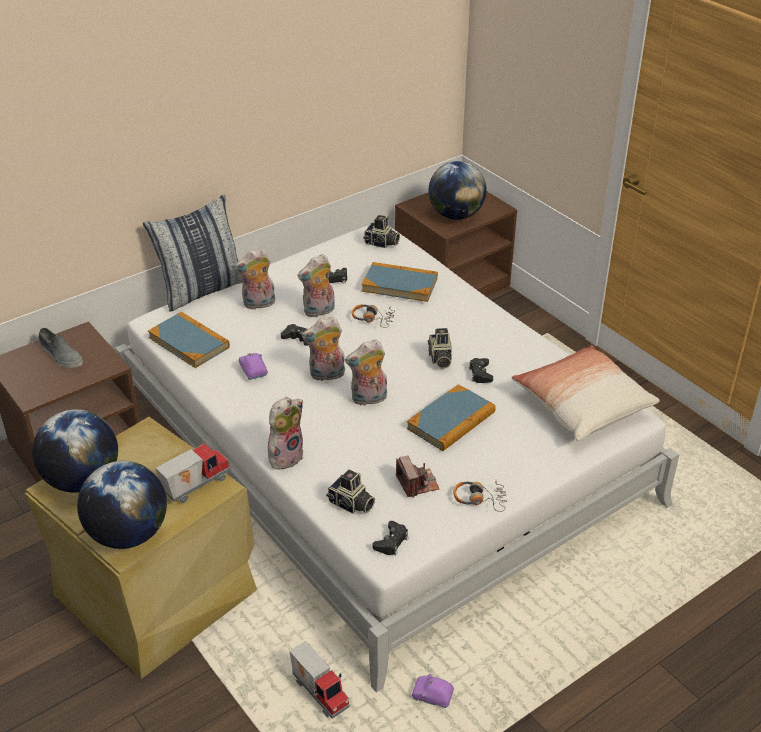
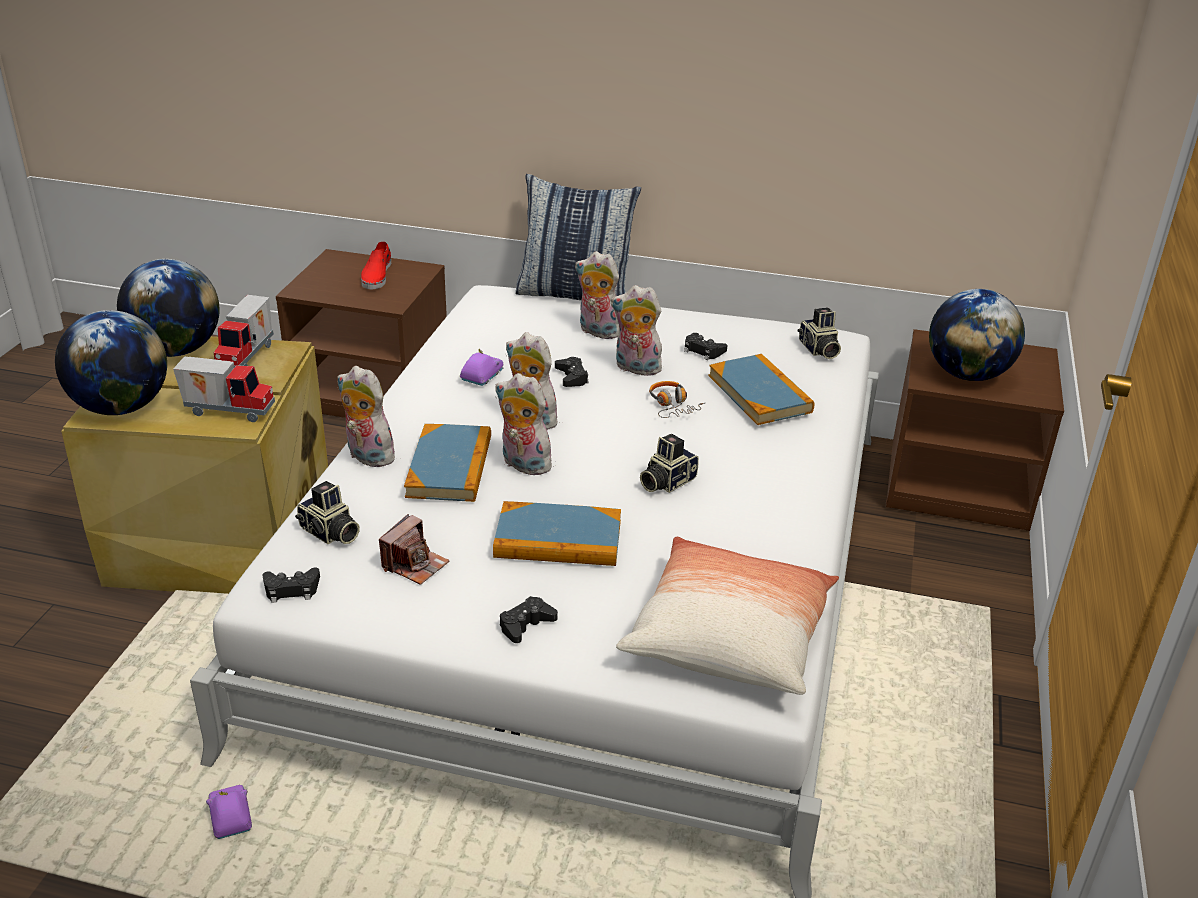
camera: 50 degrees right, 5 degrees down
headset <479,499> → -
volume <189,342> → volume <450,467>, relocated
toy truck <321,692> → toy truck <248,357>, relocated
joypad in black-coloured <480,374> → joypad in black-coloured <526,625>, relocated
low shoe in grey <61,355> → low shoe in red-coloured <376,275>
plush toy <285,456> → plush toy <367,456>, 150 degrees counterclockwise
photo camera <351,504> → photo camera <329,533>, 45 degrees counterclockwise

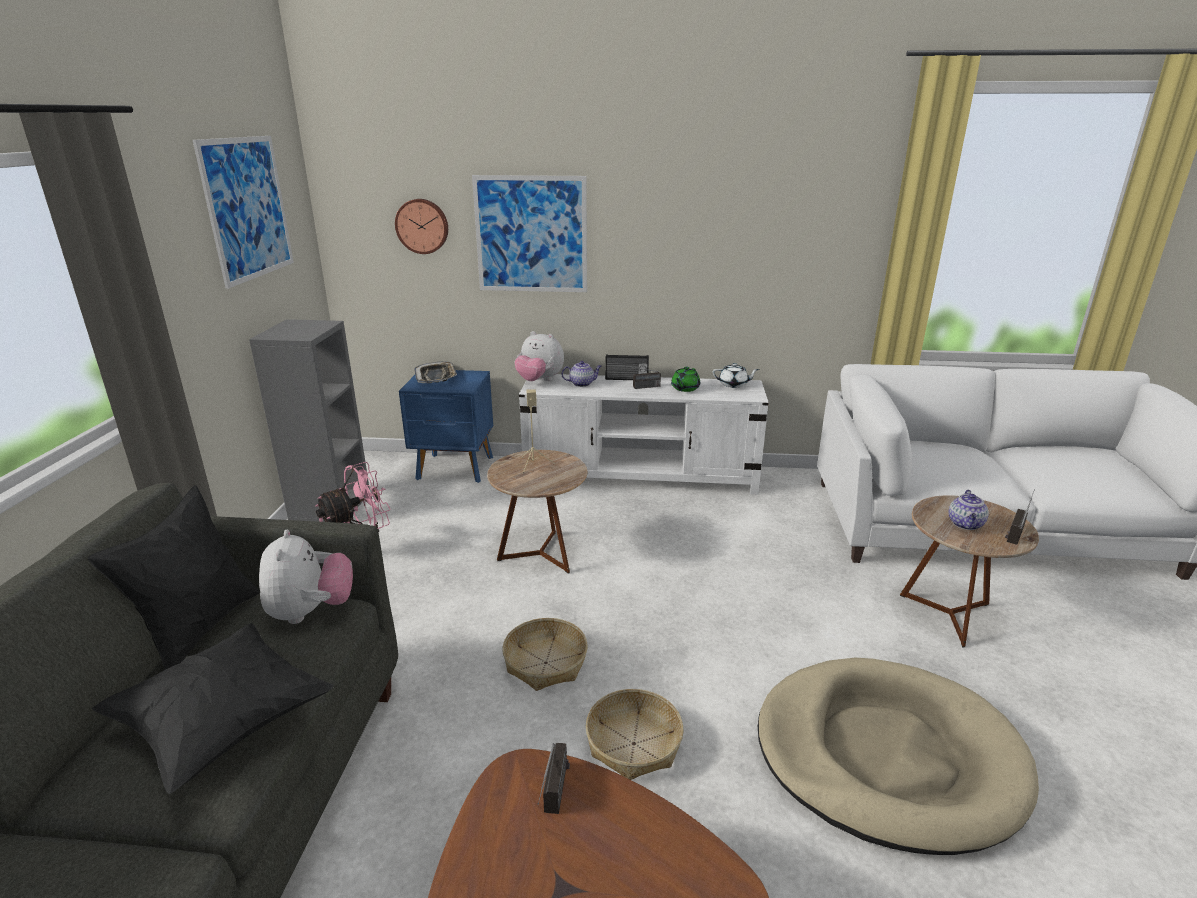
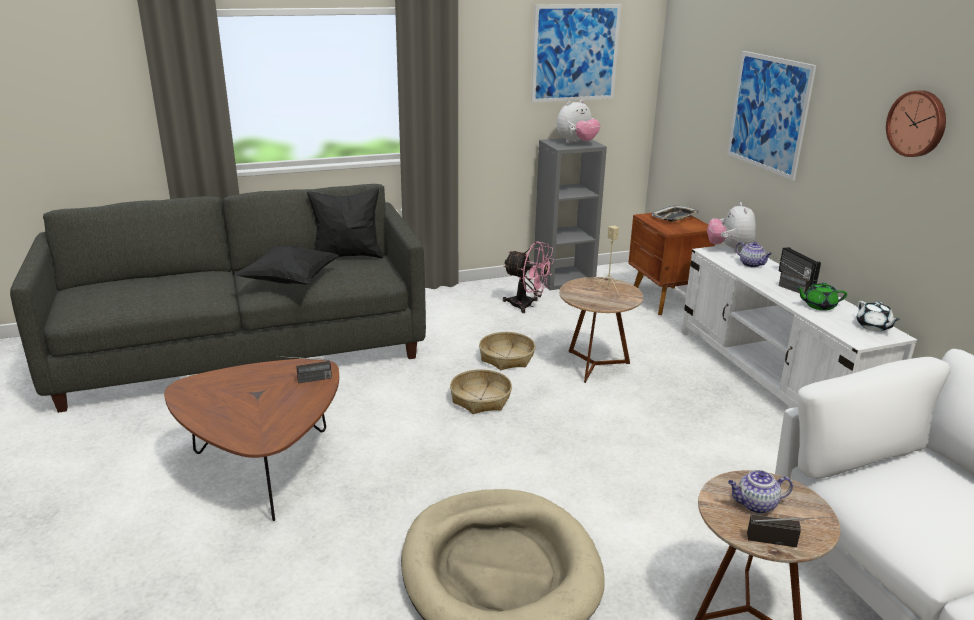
camera: 65 degrees right, 0 degrees up
plush toy <311,612> → plush toy <576,143>, relocated
hanging clock <422,226> → hanging clock <918,123>, relocated
storage basket <634,743> → storage basket <507,358>, relocated
night table in bluish <456,468> → night table in brown <665,301>

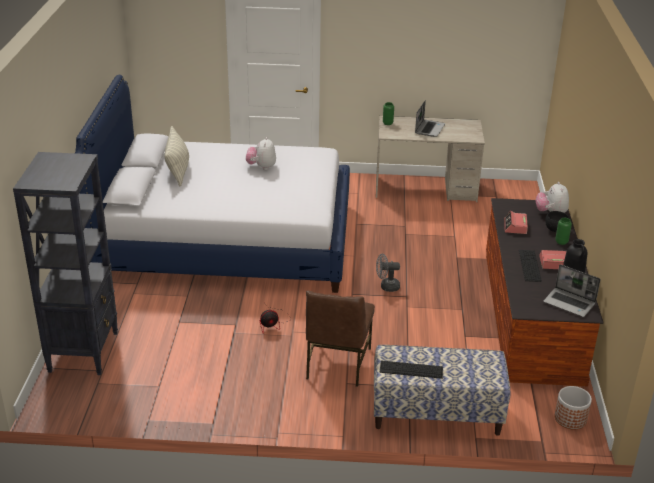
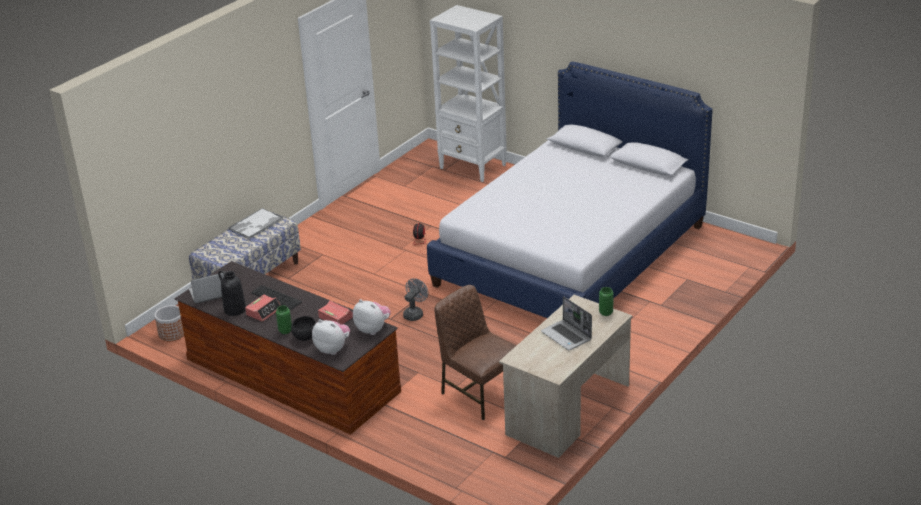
camera: 125 degrees right, 0 degrees up
cushion <178,170> → -
plush toy <261,167> → plush toy <373,329>, relocated
plain chair in brown <337,364> → plain chair in brown <479,393>, relocated
PC keyboard <411,369> → carrying tray <255,224>
bookcase in black-coloured <84,351> → bookcase in white <473,167>

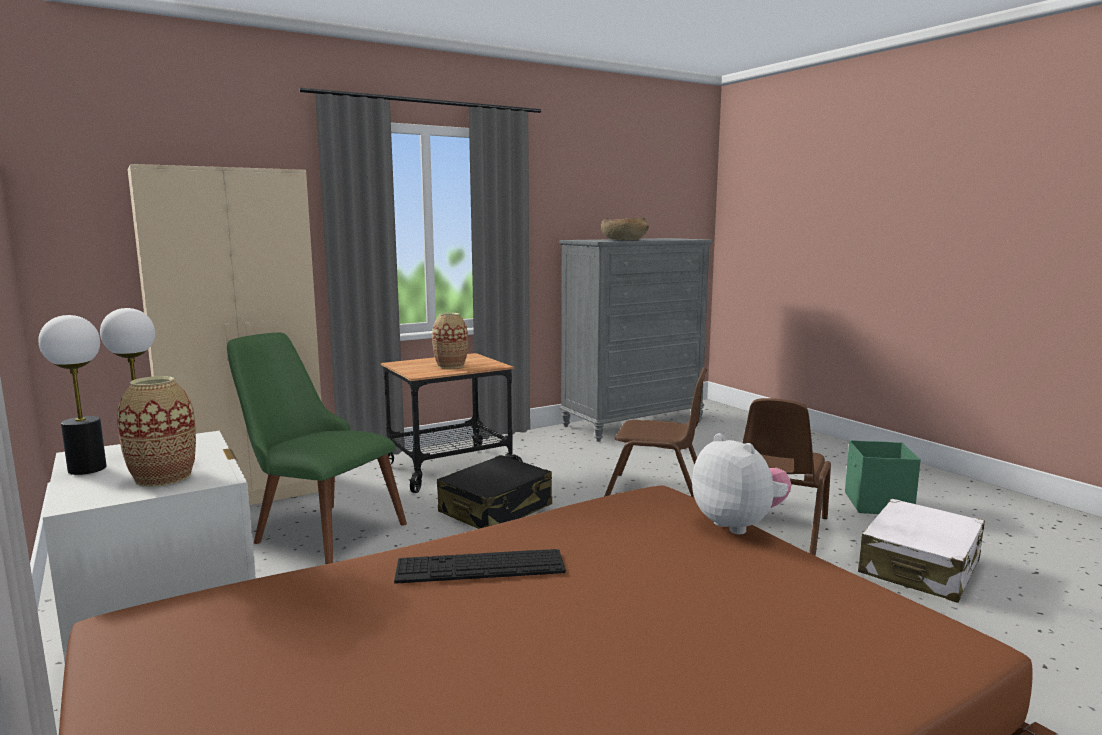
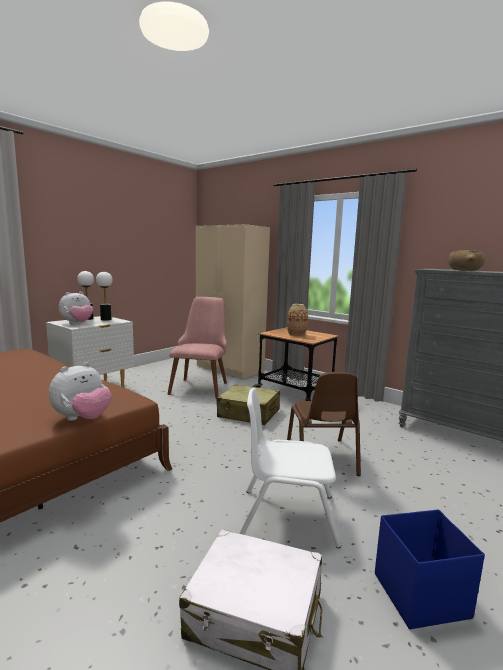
camera: 70 degrees right, 0 degrees up
PC keyboard <480,566> → -
flower vase <163,477> → plush toy <77,323>
plain chair in green-coloured <317,530> → plain chair in pink-coloured <201,385>
piece of luggage in black-coloured <496,509> → piece of luggage in beige <249,414>
plain chair in brown <775,530> → plain chair in white <288,515>
storage box in green-coloured <877,504> → storage box in bluish <419,595>

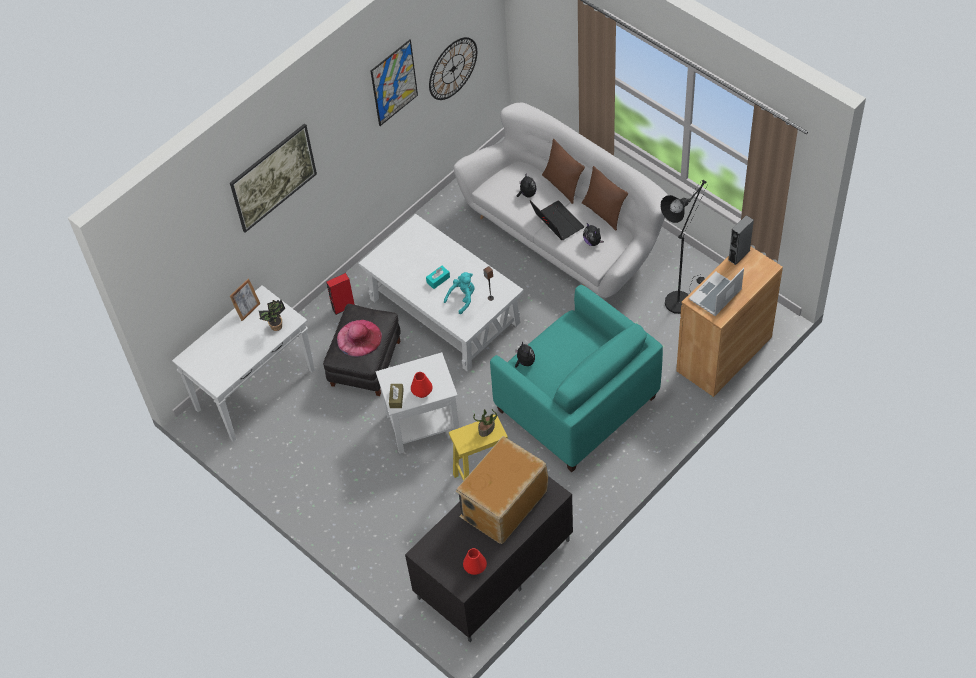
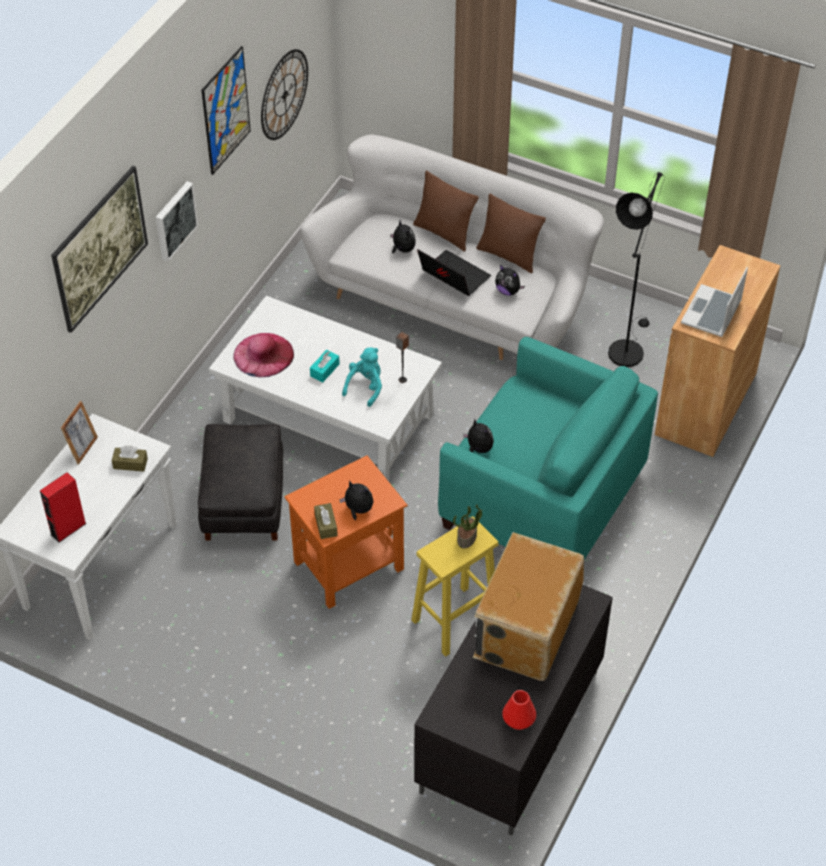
camera: 20 degrees left, 5 degrees down
speaker in grey <739,255> → -
- → wall art <174,220>
speaker in red-coloured <343,307> → speaker in red-coloured <68,529>, relocated
hat in pink-coloured <359,338> → hat in pink-coloured <263,355>, relocated
potted plant <276,327> → box of tissues in brown <130,463>
flower vase in red-coloured <422,392> → plush toy <358,510>
end table in white <422,425> → end table in orange-coloured <347,566>

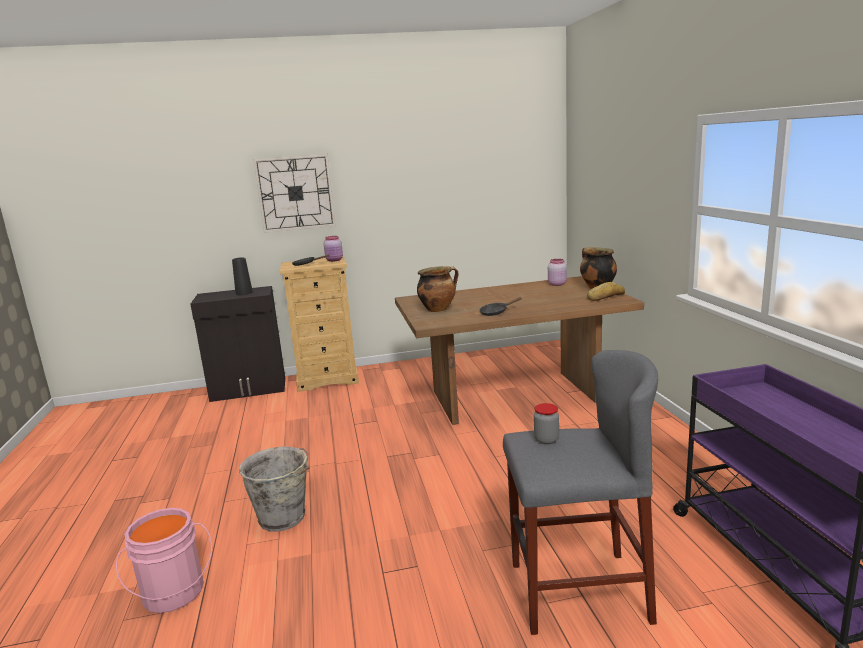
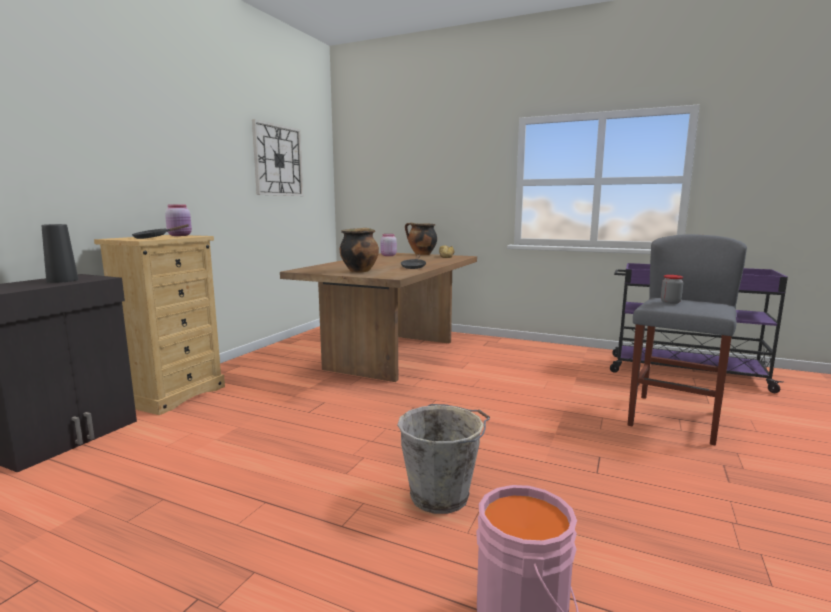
camera: 55 degrees left, 5 degrees down
hanging clock <295,193> → hanging clock <278,160>, relocated

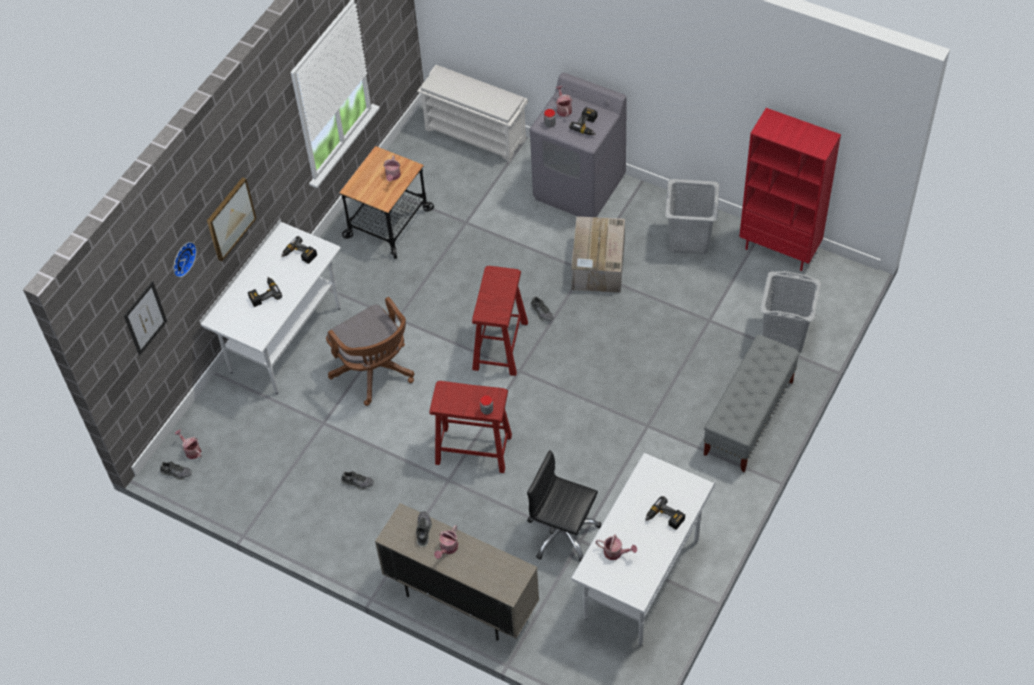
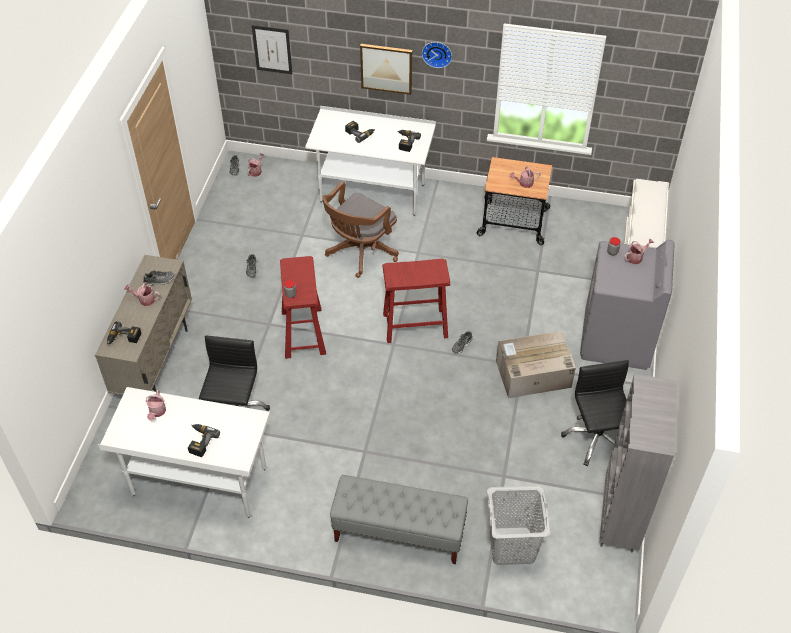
camera: 70 degrees right, 5 degrees down
hanging clock <182,258> → hanging clock <437,53>, relocated
electric drill <587,126> → electric drill <124,339>, relocated
washing basket in grey <689,239> → desk chair in black-coloured <596,439>
bookcase in red-coloured <780,249> → bookcase in grey <619,521>

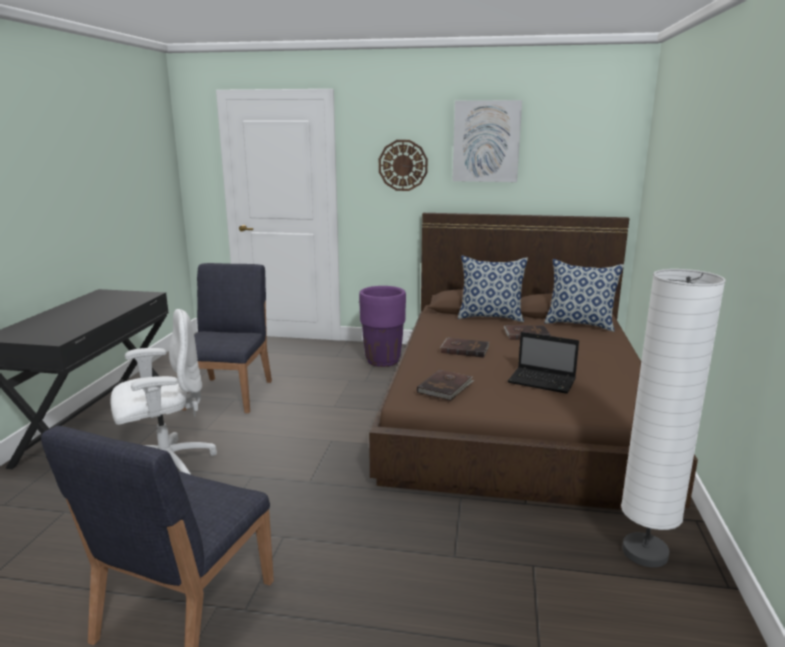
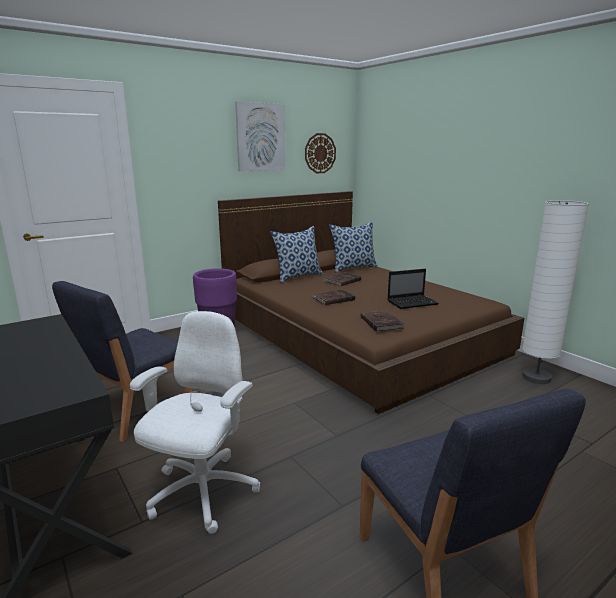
camera: 45 degrees left, 0 degrees up
hanging clock <403,165> → hanging clock <320,153>, relocated
plain chair in bluish <230,394> → plain chair in bluish <135,410>, 105 degrees counterclockwise

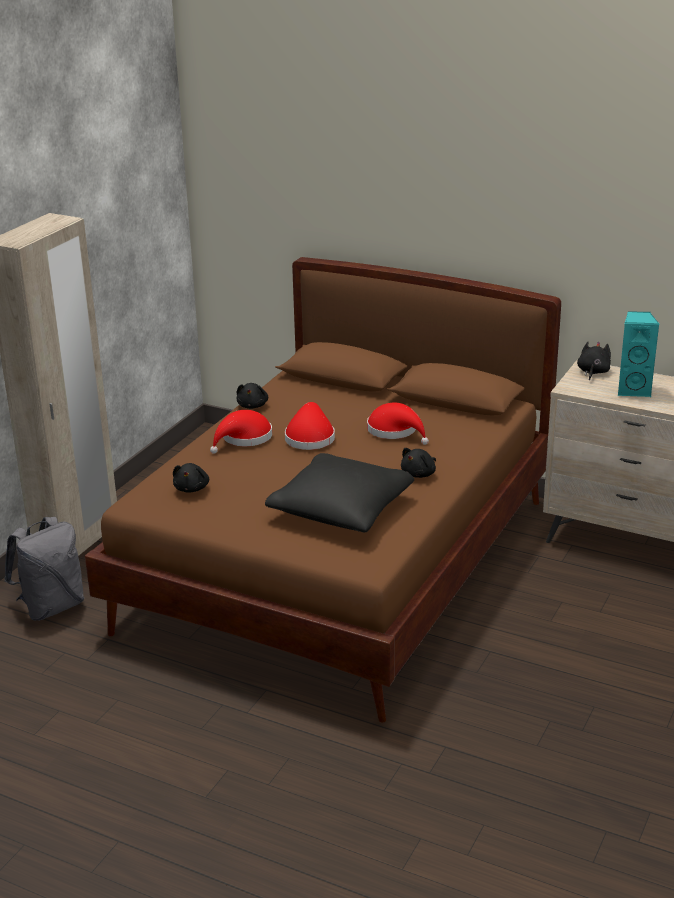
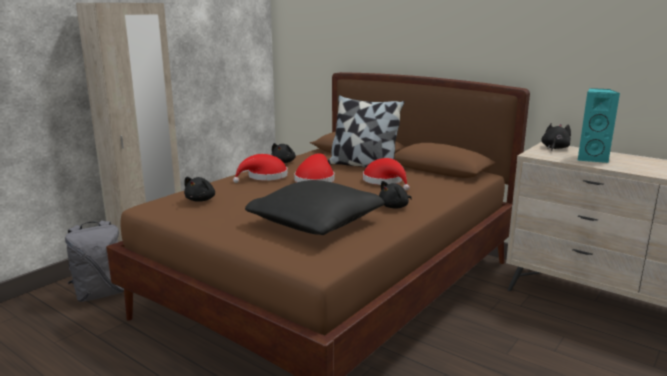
camera: 10 degrees right, 10 degrees down
- → cushion <363,165>

